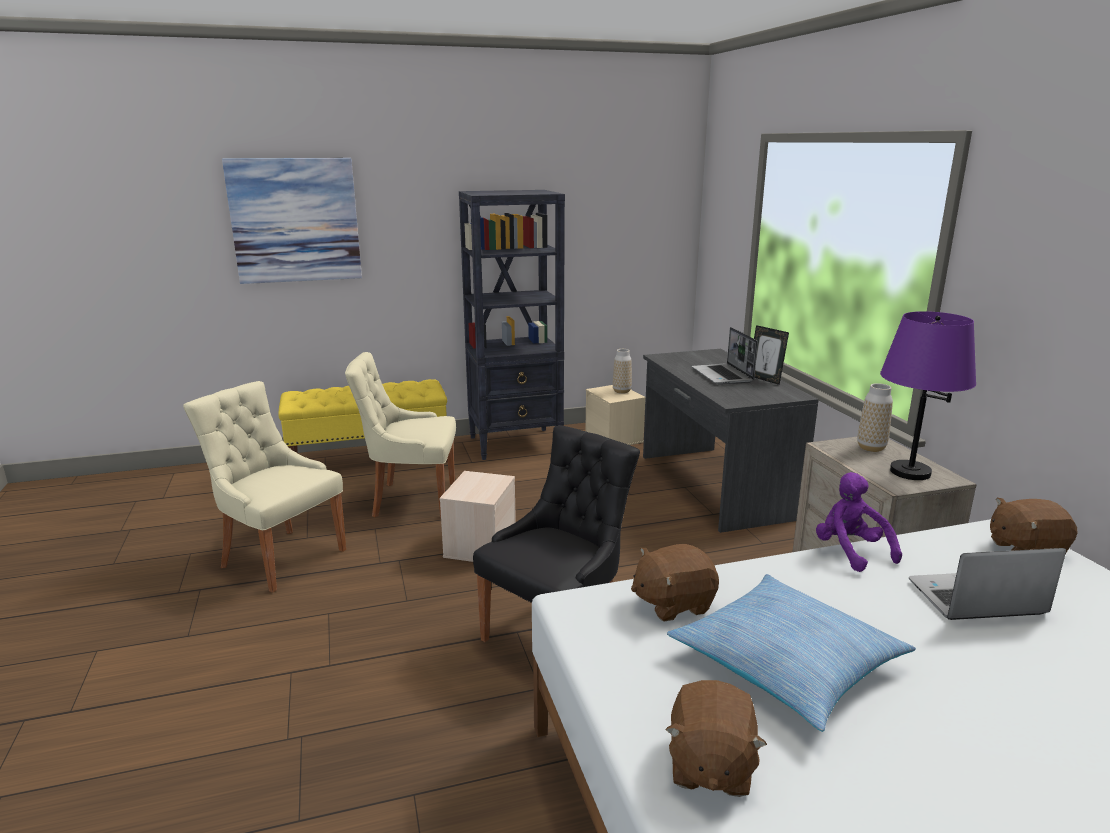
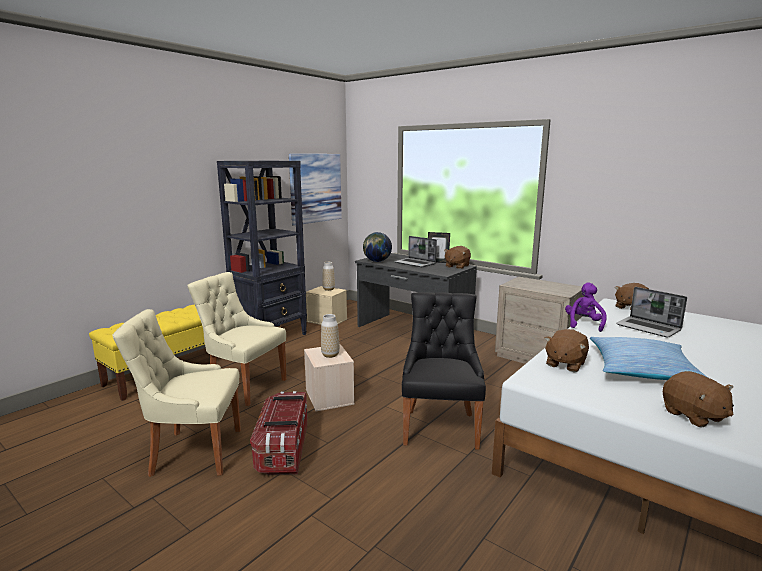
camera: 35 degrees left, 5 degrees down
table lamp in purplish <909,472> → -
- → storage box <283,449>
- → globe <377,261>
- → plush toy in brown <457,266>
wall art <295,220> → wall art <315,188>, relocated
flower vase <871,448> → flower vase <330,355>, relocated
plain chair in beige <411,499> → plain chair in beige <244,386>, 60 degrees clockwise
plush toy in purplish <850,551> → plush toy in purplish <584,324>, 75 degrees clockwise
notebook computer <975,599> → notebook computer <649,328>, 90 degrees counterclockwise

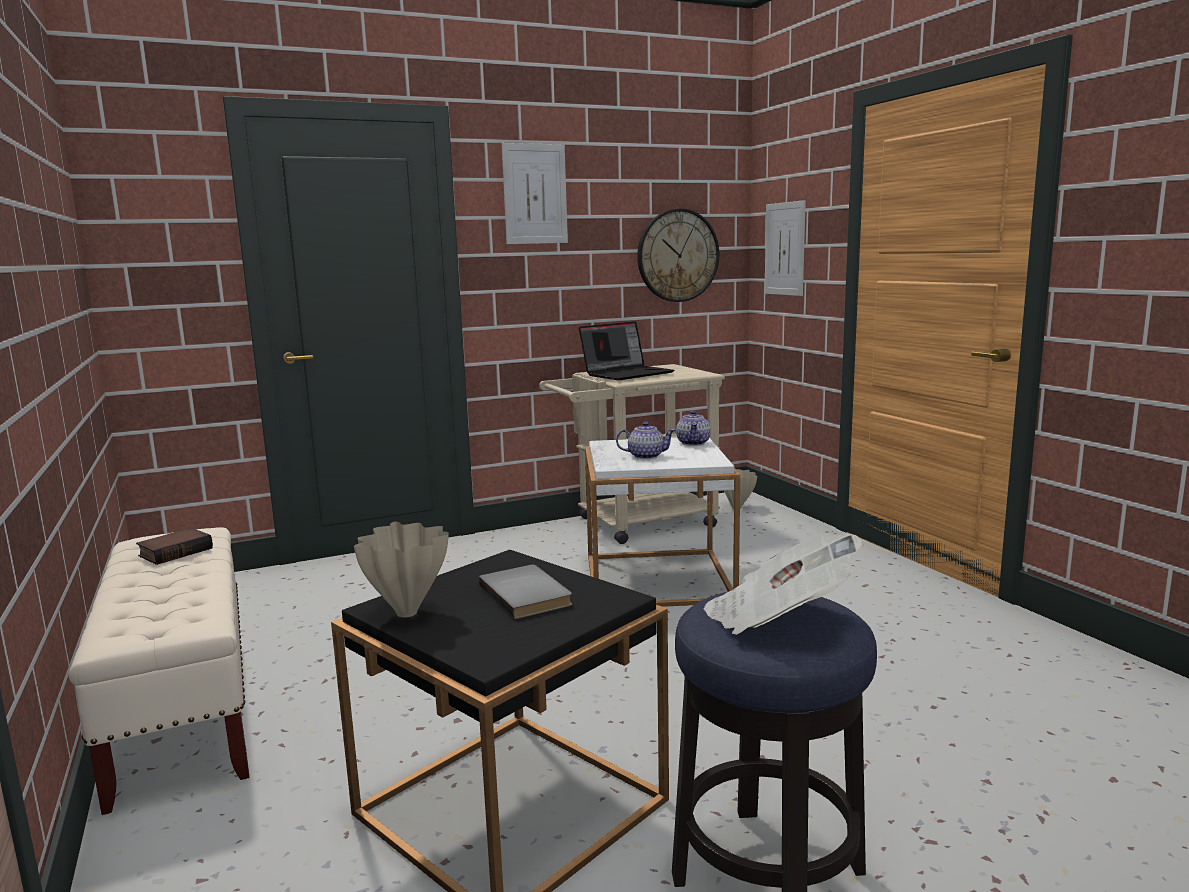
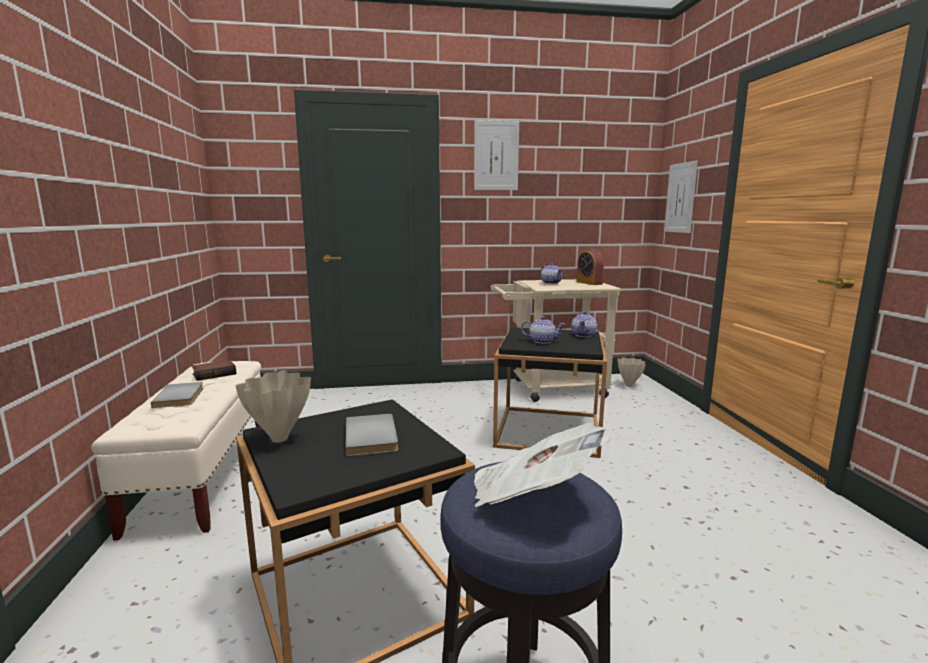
camera: 15 degrees right, 0 degrees up
hanging clock <677,255> → -
- → volume in grey <181,397>
- → table clock <589,283>
notebook computer <627,373> → pot for tea <551,283>
end table in white <657,578> → end table in black-coloured <548,430>

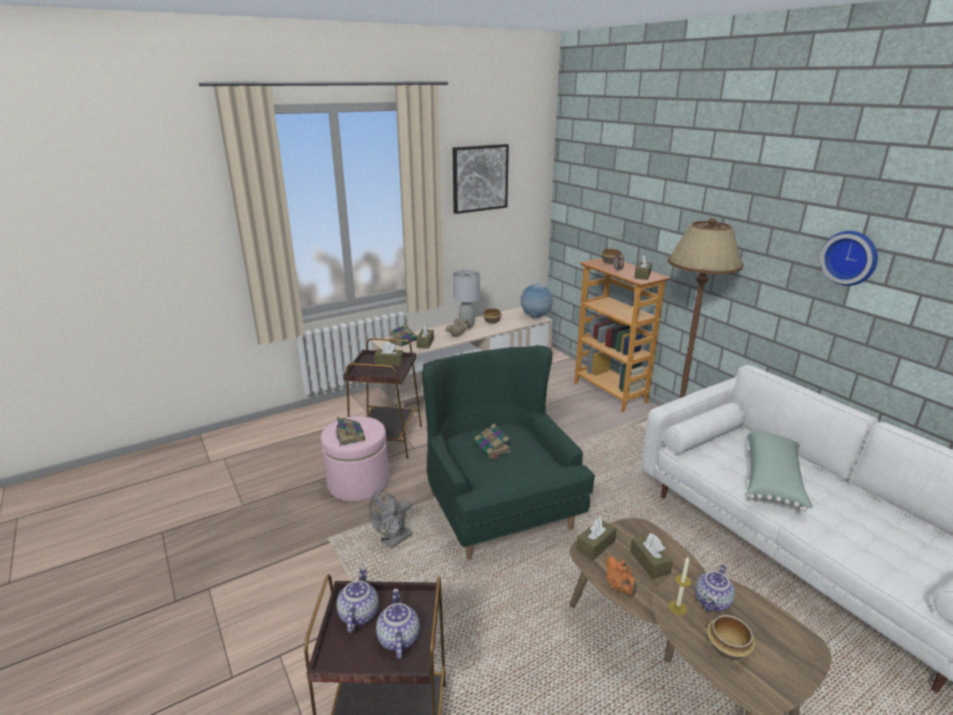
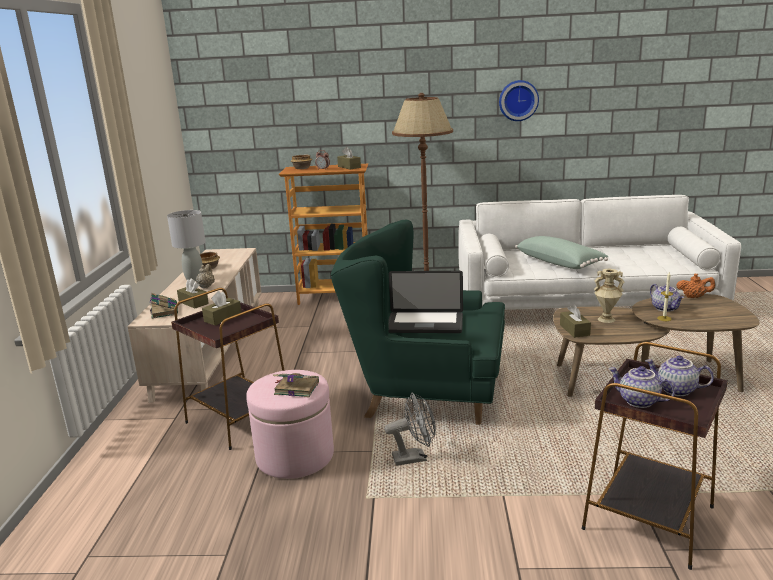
camera: 55 degrees left, 5 degrees down
wall art <479,178> → -
globe <535,317> → -
serving bowl <728,648> → -
pot for tea in orange-coloured <619,588> → pot for tea in orange-coloured <694,297>, relocated
volume <492,448> → notebook computer <425,324>
box of tissues in brown <649,562> → flower vase in beige <606,319>
cooling fan in grey <393,541> → cooling fan in grey <414,457>, 90 degrees counterclockwise

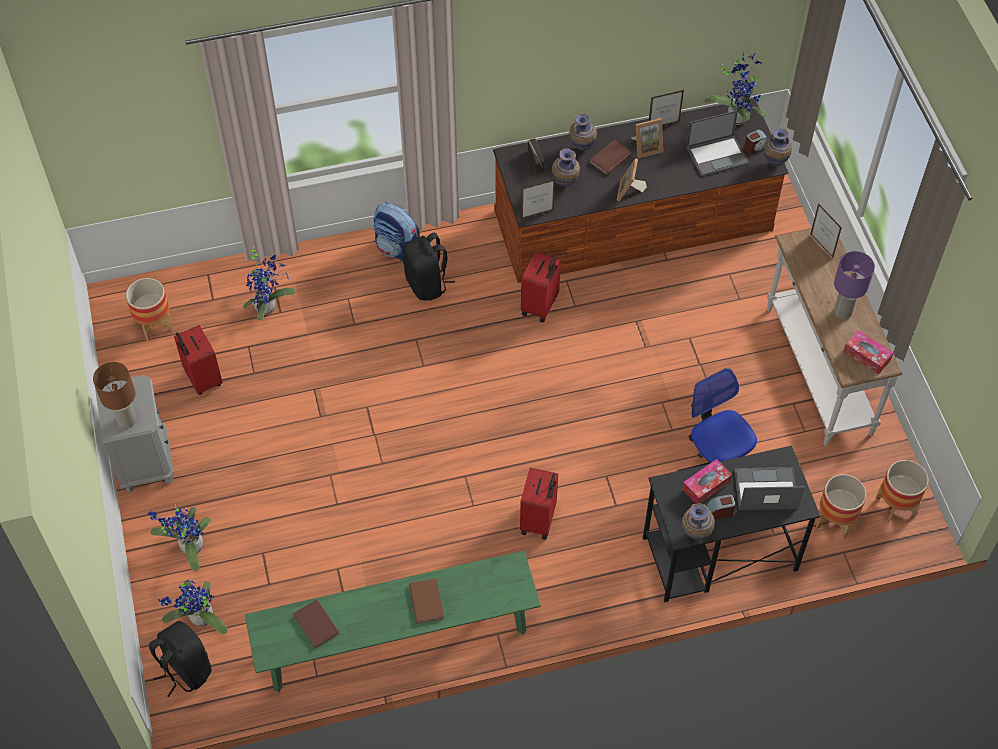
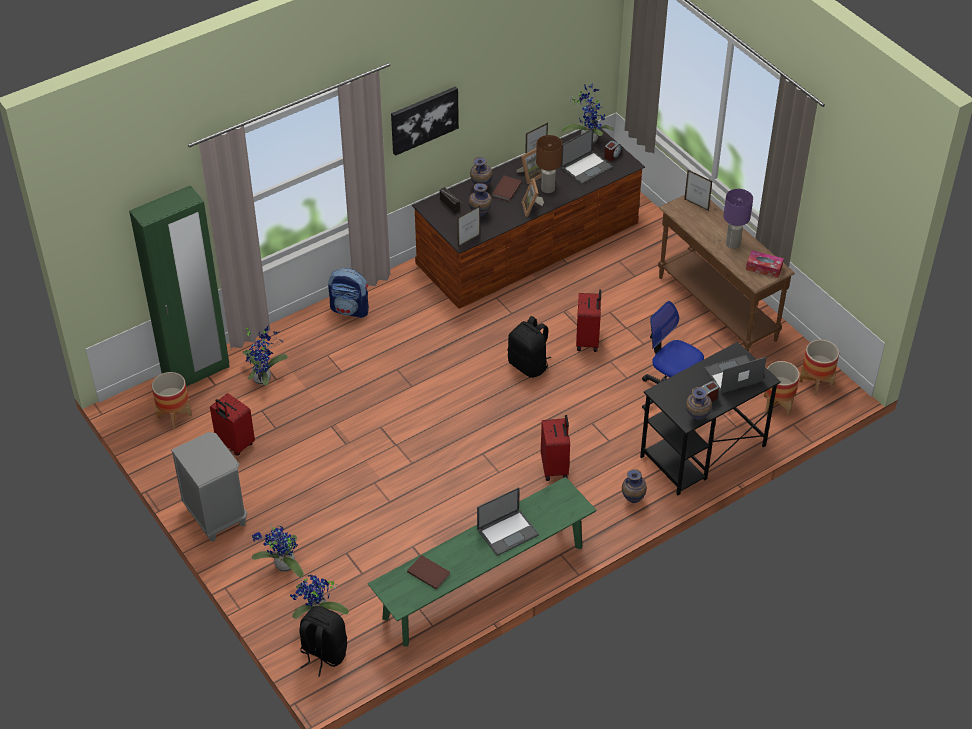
camera: 20 degrees left, 10 degrees down
box of tissues <706,485> → -
- → wardrobe in green-coloured <196,373>
- → wall art <424,119>
table lamp in brown <126,421> → table lamp in brown <547,189>, relocated
knapsack in black-coloured <427,284> → knapsack in black-coloured <529,365>, relocated
piece of luggage in red-coloured <540,306> → piece of luggage in red-coloured <588,341>, relocated
flower vase <775,163> → flower vase <633,500>, relocated
volume in brown <427,601> → notebook computer <508,532>
hall table in white <816,371> → hall table in brown <715,309>

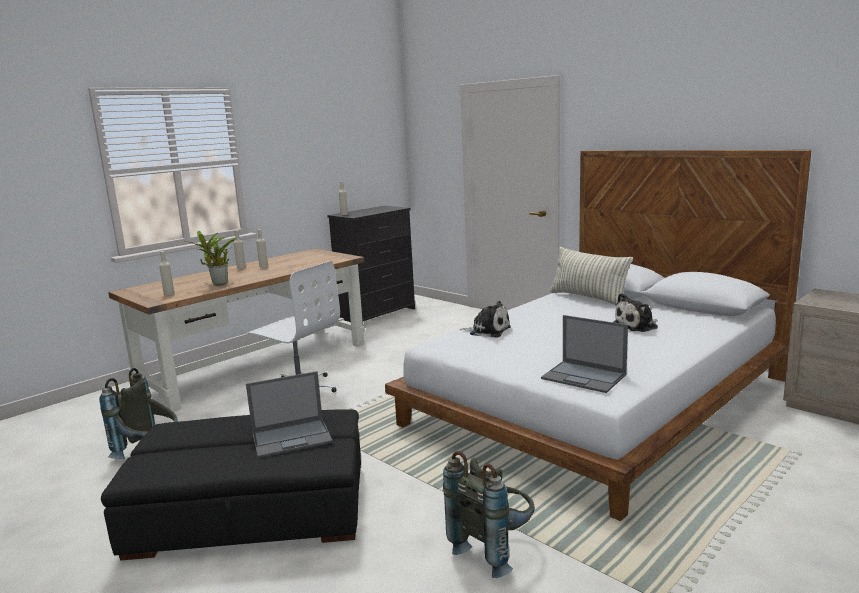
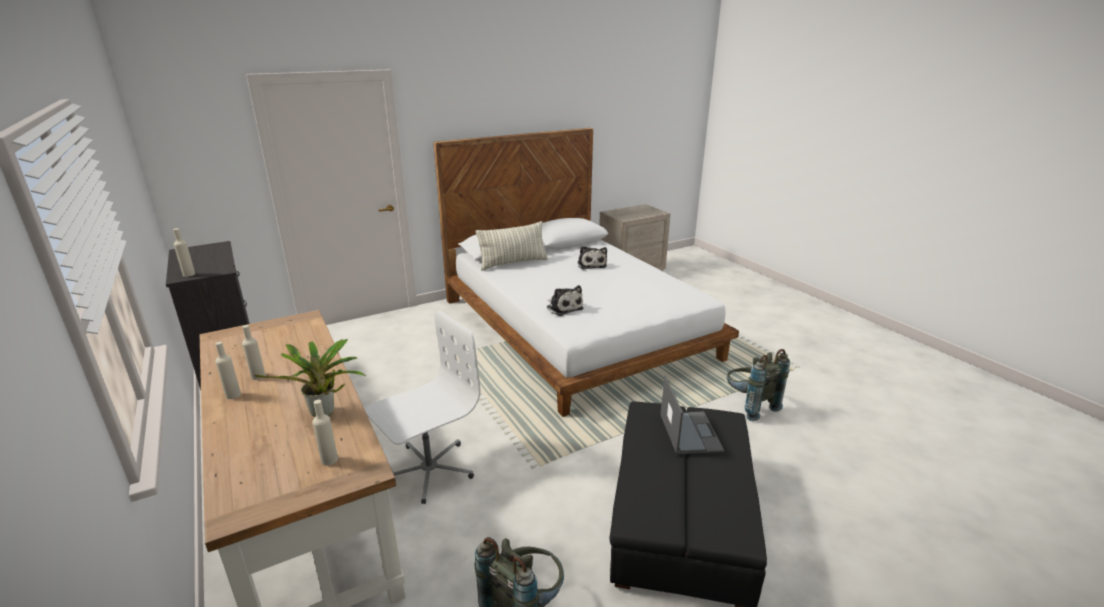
camera: 75 degrees left, 10 degrees up
notebook computer <584,377> → -
plush toy <487,331> → plush toy <563,308>, 105 degrees clockwise

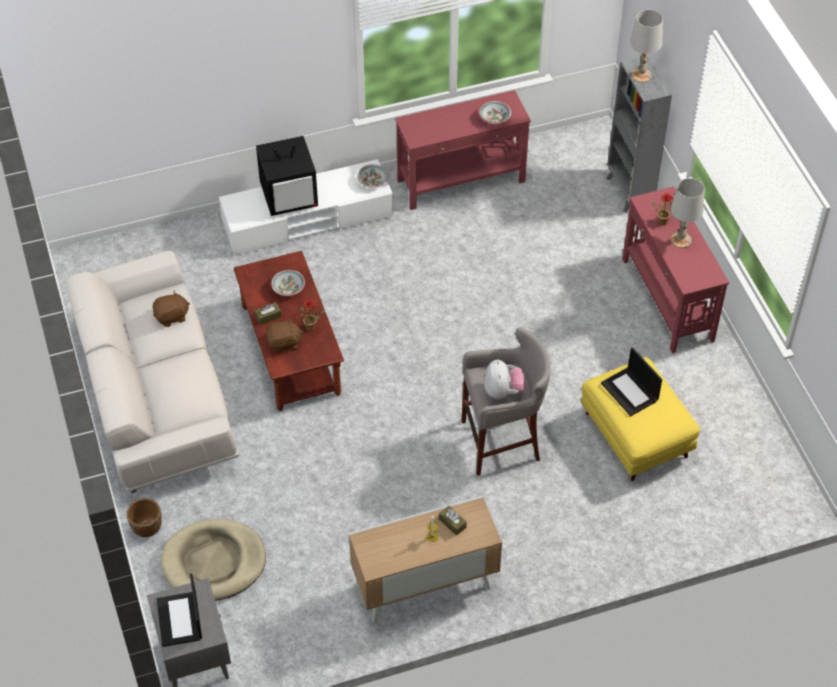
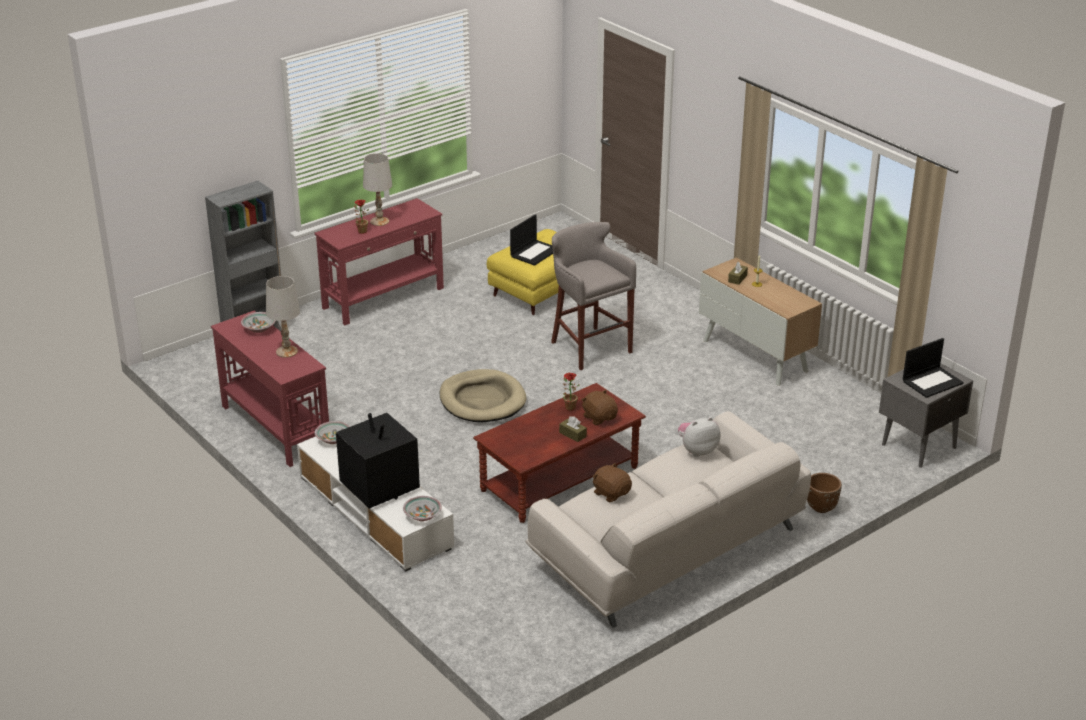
camera: 110 degrees left, 20 degrees down
dog bed in beige <214,562> → dog bed in beige <482,400>, relocated
serving bowl <288,288> → serving bowl <422,516>, relocated
plush toy <503,391> → plush toy <697,450>, relocated
table lamp in white <641,75> → table lamp in white <286,351>, relocated

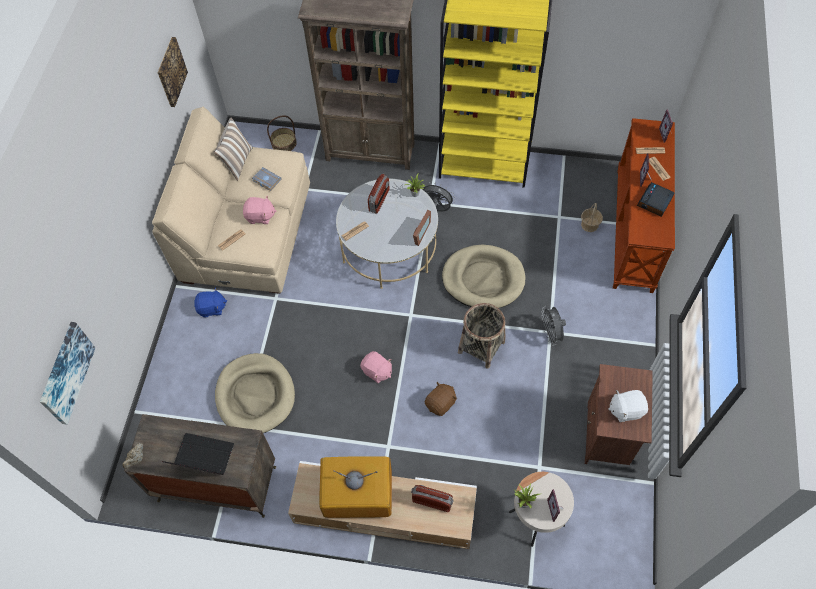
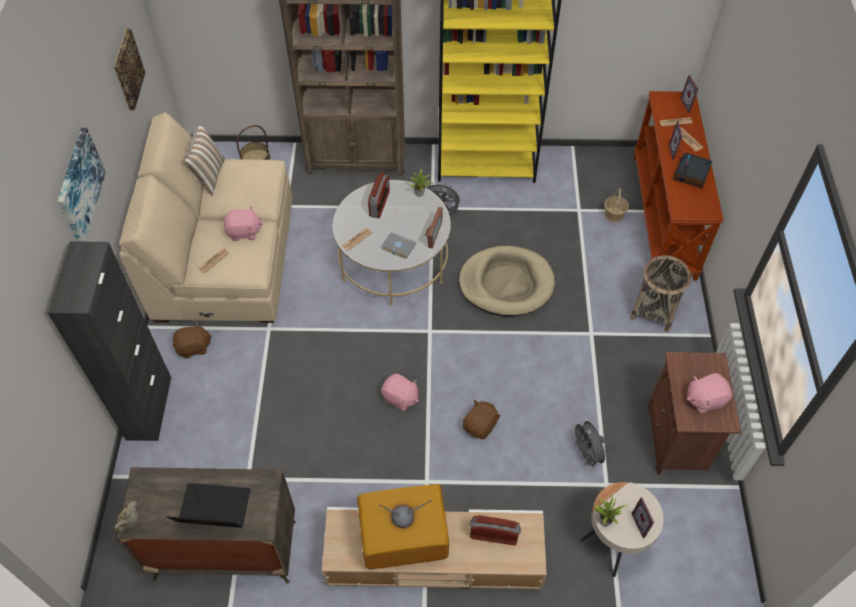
camera: 10 degrees left, 5 degrees down
dog bed in beige <255,395> → -
- → cupboard in black-coloured <149,408>
wall art <65,373> → wall art <79,185>, relocated
volume in grey <266,180> → volume in grey <397,247>, relocated
storage basket <481,347> → storage basket <654,310>, relocated
cooling fan in grey <551,334> → cooling fan in grey <586,454>, relocated
plush toy in bluish <212,308> → plush toy in brown <194,347>
plush toy in white <626,410> → plush toy in pink-coloured <705,399>

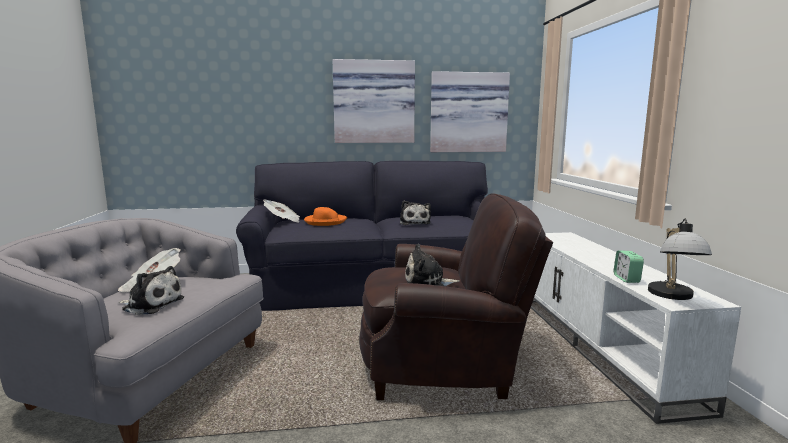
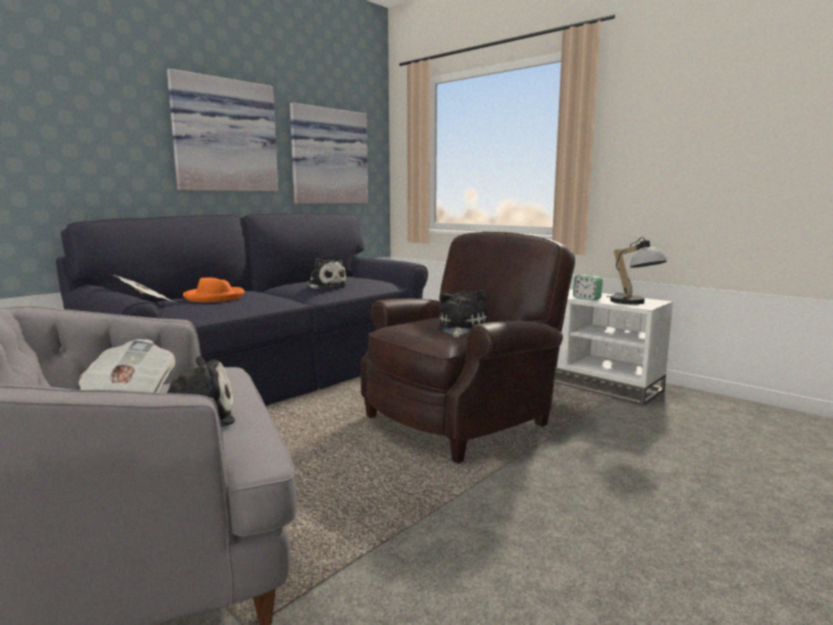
camera: 40 degrees left, 0 degrees up
plush toy <427,283> → plush toy <460,328>, 150 degrees clockwise

